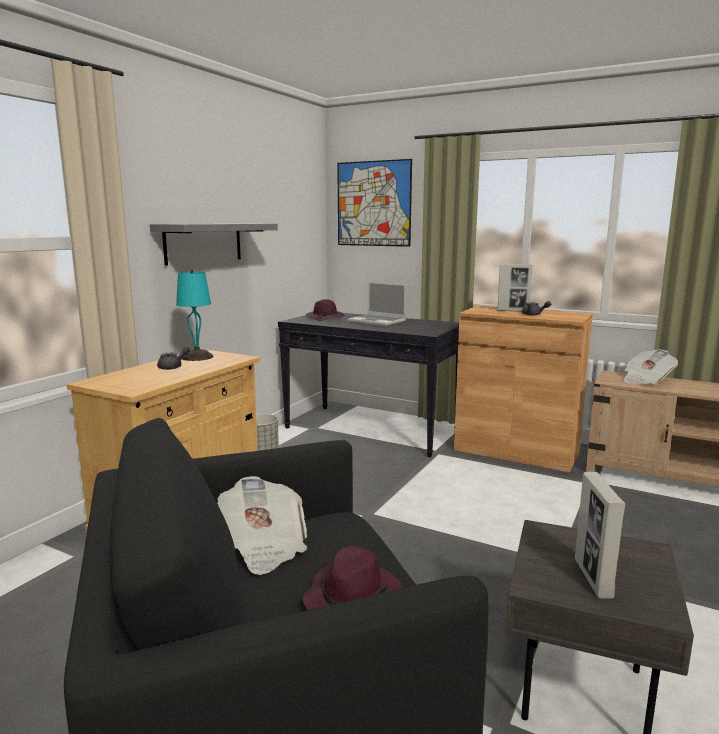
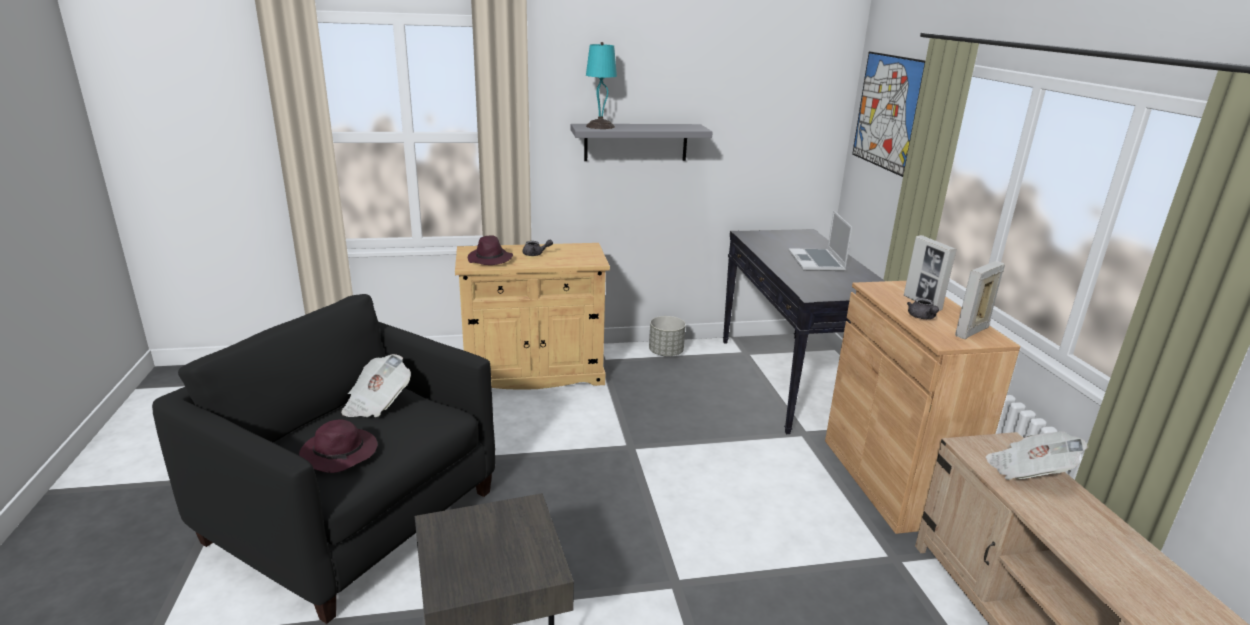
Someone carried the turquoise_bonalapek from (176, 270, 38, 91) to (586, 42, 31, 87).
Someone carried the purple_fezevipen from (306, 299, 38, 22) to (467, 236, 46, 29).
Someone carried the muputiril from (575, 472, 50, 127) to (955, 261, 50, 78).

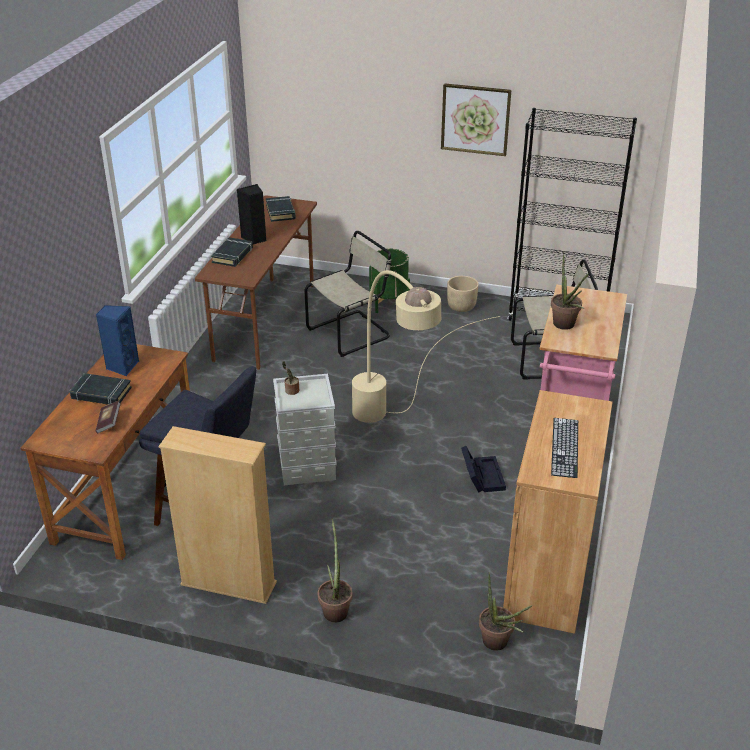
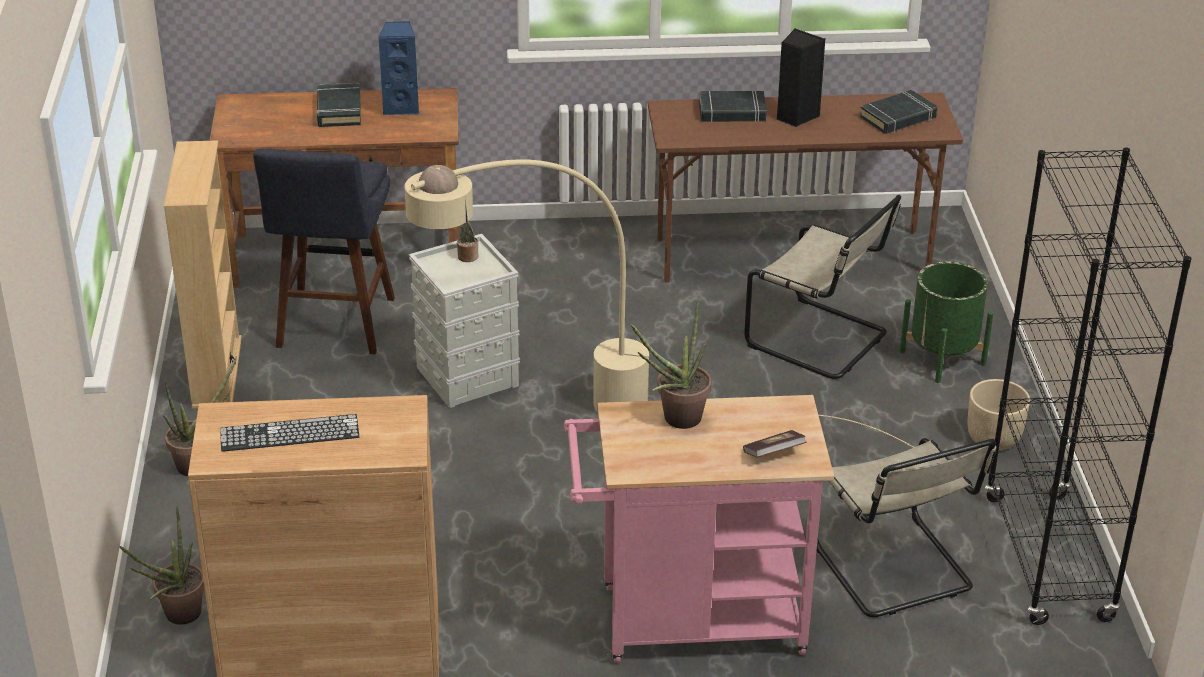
Someone took away the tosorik at (441, 83, 70, 73).
Someone took away the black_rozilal at (461, 446, 45, 47).
Someone carried the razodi from (96, 401, 25, 32) to (743, 430, 64, 27).

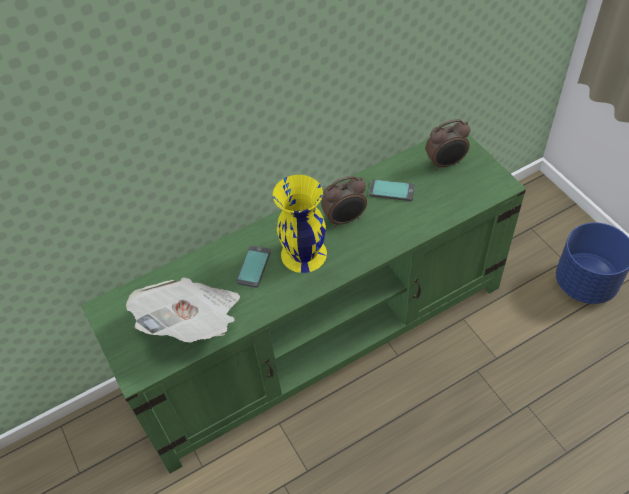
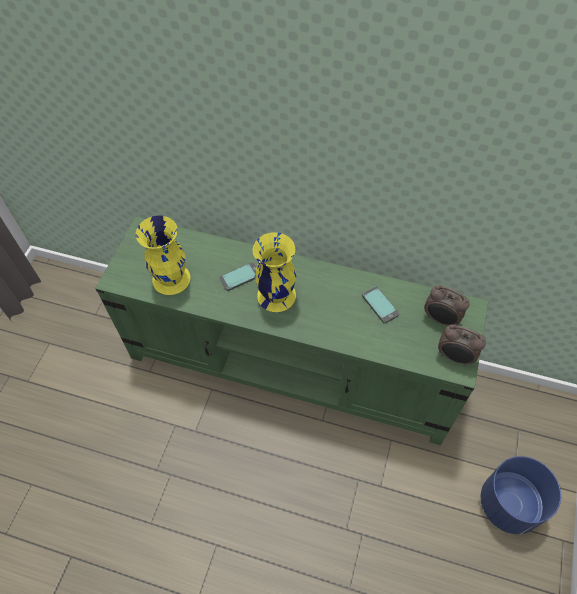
Someone carried the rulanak from (321, 176, 46, 52) to (438, 324, 48, 42).
Someone swapped the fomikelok at (126, 277, 114, 65) for the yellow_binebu at (136, 216, 54, 79).

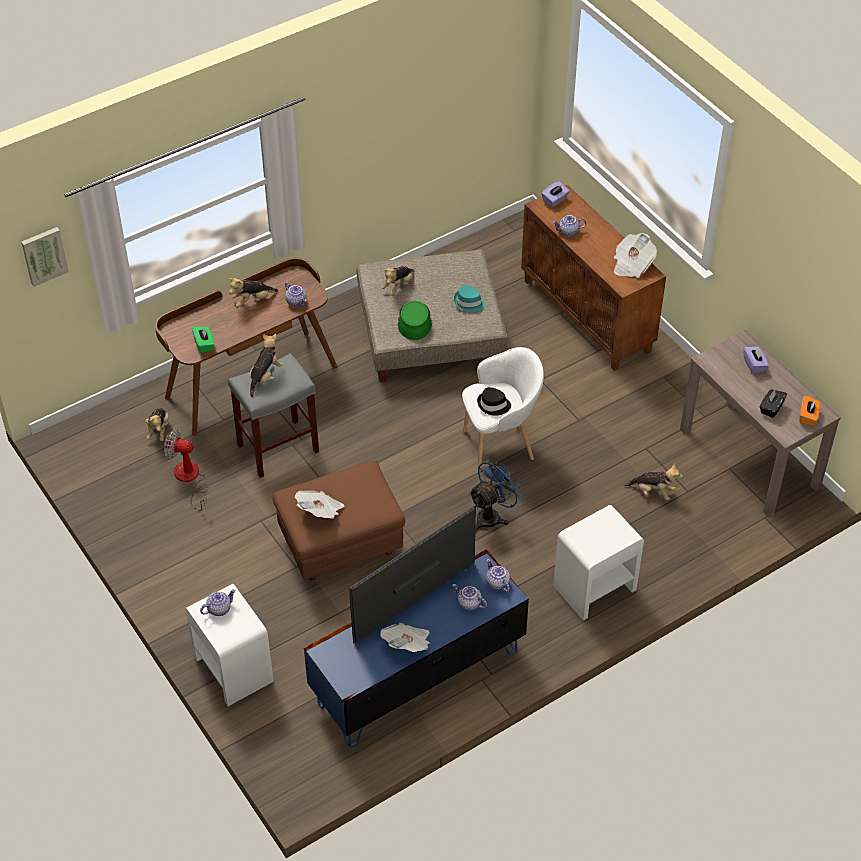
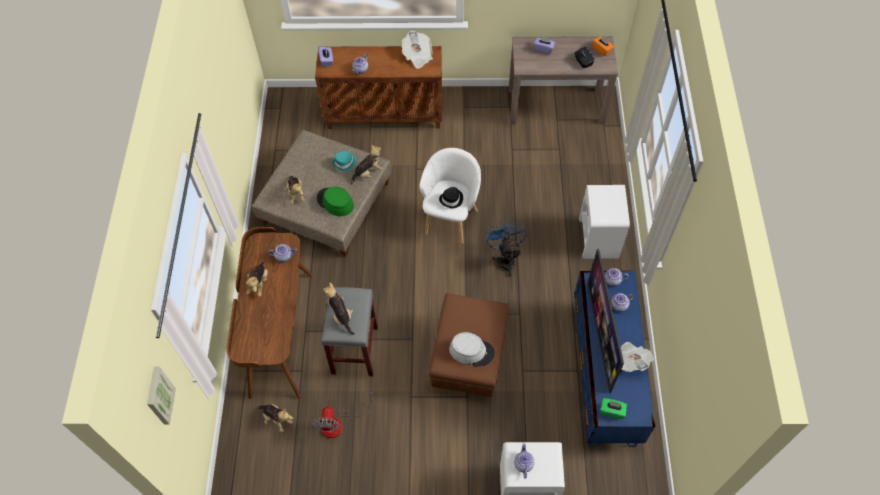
Someone carried the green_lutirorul from (192, 326, 23, 27) to (601, 398, 26, 21).
Someone carried the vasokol from (624, 464, 59, 36) to (350, 145, 33, 40).
Someone swapped the fomikelok at (295, 491, 49, 28) for the grey_fezevipen at (449, 332, 46, 35).
Someone rotated the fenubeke at (164, 429, 44, 82) by 45 degrees counterclockwise.

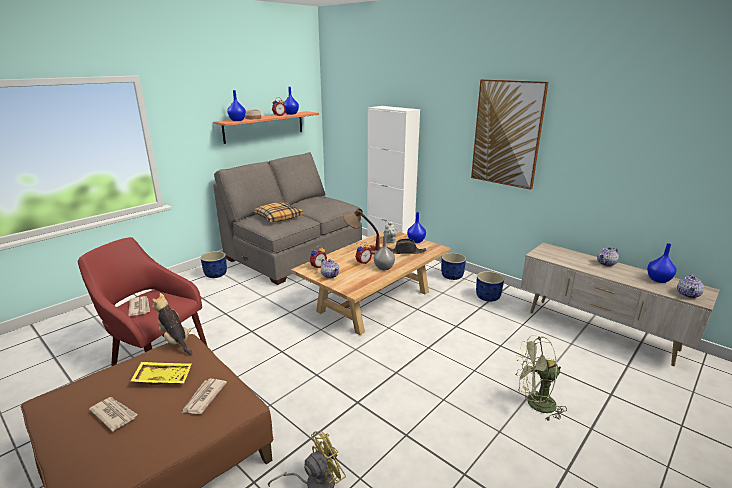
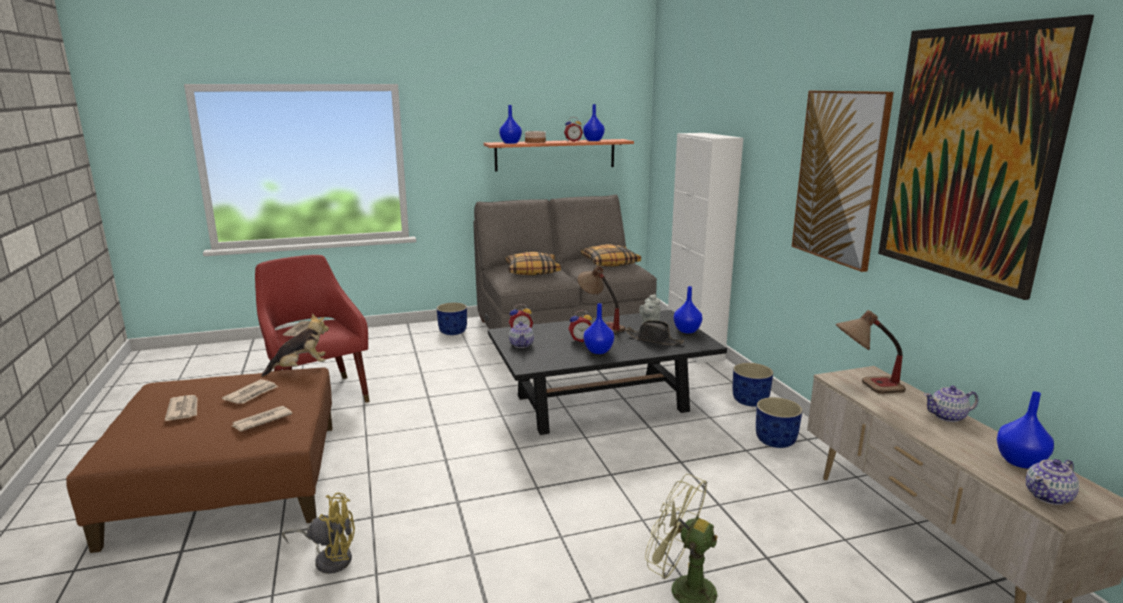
Someone put down the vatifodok at (581, 244, 60, 23).
Someone put down the bonalapek at (835, 310, 71, 84).
Someone put up the tosorik at (878, 15, 216, 285).
Someone swapped the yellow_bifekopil at (131, 362, 60, 23) for the fomikelok at (222, 379, 56, 25).
Someone repainted the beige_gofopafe at (291, 231, 160, 104), which became the black_gofopafe at (488, 310, 239, 125).
Someone repainted the grey_binebu at (374, 235, 21, 35), which became the blue_binebu at (584, 303, 30, 51).
Someone rotated the vasokol at (152, 293, 40, 62) by 75 degrees clockwise.

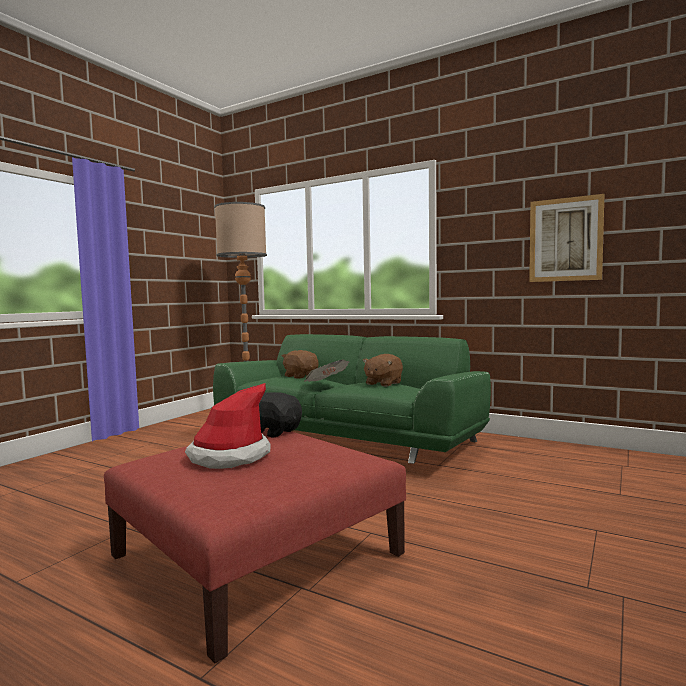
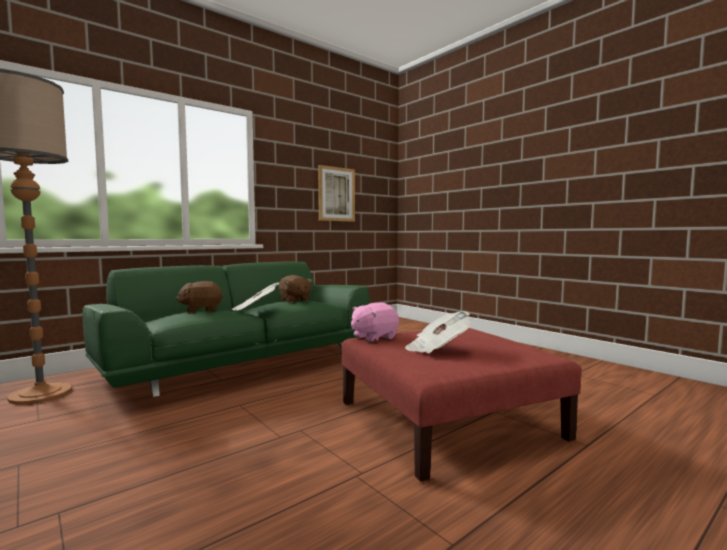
Someone swapped the fezevipen at (185, 383, 85, 86) for the fomikelok at (405, 311, 66, 42).
Someone repainted the black_vasokol at (259, 392, 43, 45), which became the pink_vasokol at (351, 302, 48, 40).

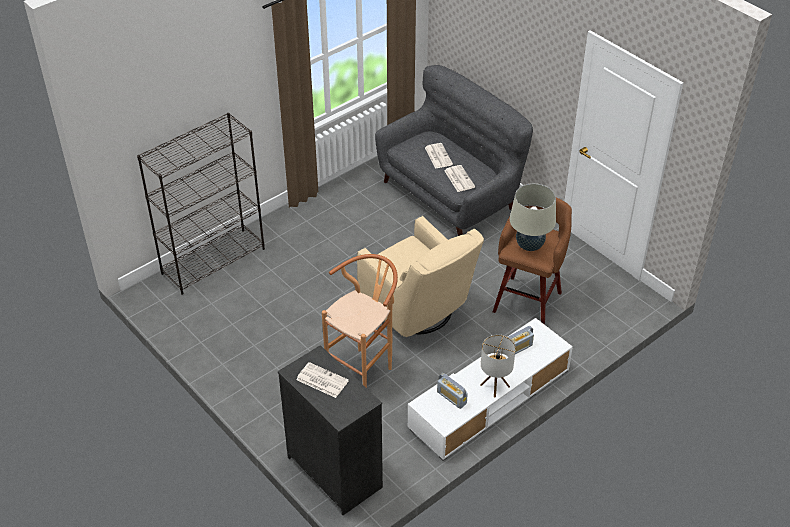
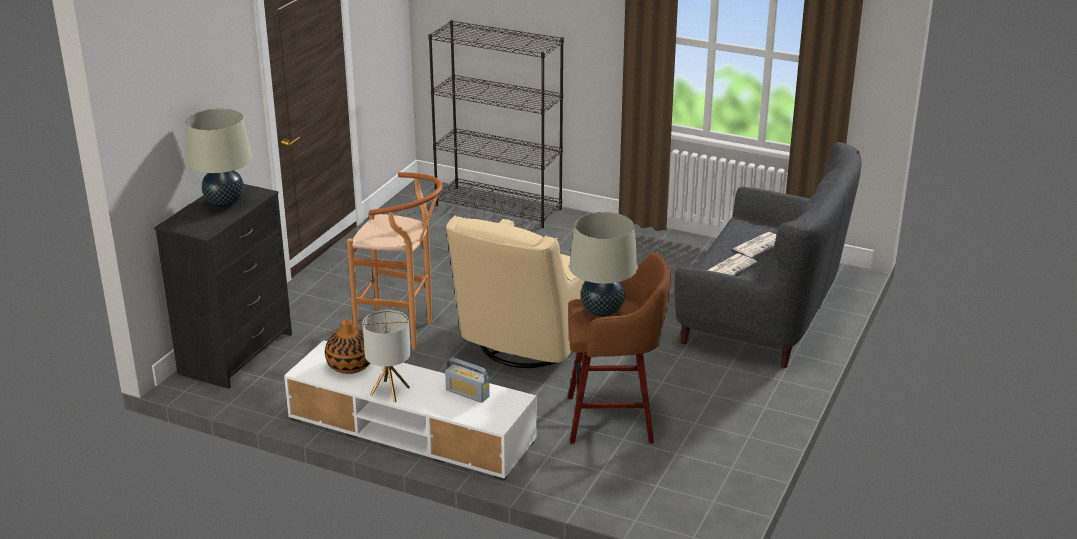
Someone swapped the fomikelok at (296, 362, 53, 36) for the beige_bonalapek at (186, 108, 66, 99).
Someone swapped the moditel at (437, 373, 31, 36) for the binebu at (325, 319, 45, 55).

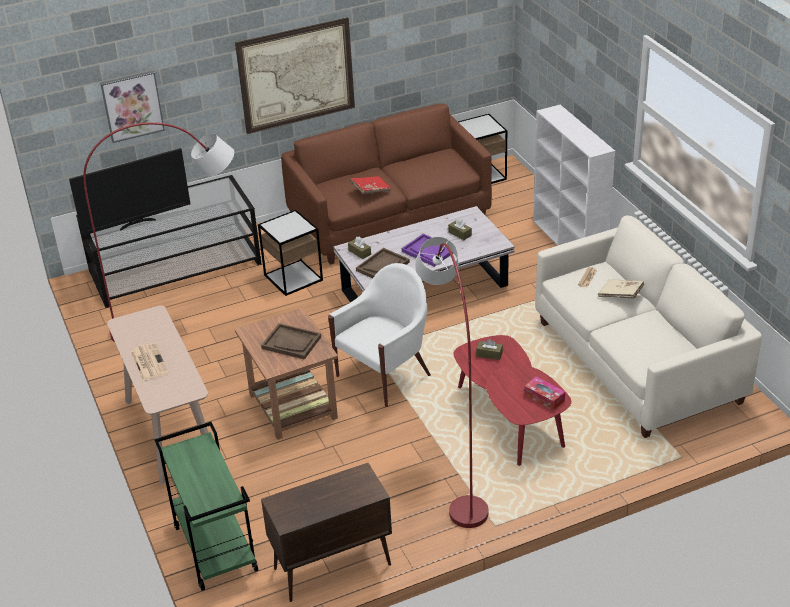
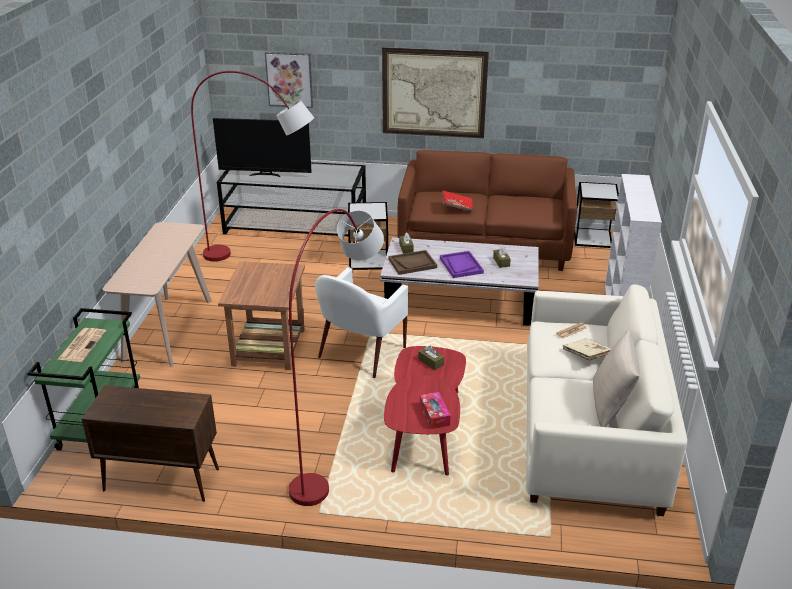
Someone took away the brown_bifekopil at (261, 323, 60, 37).
Someone put down the beige_vatifodok at (593, 330, 47, 97).
Someone carried the fomikelok from (131, 343, 38, 39) to (57, 328, 49, 34).
Someone rotated the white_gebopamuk at (328, 263, 103, 144) by 135 degrees clockwise.

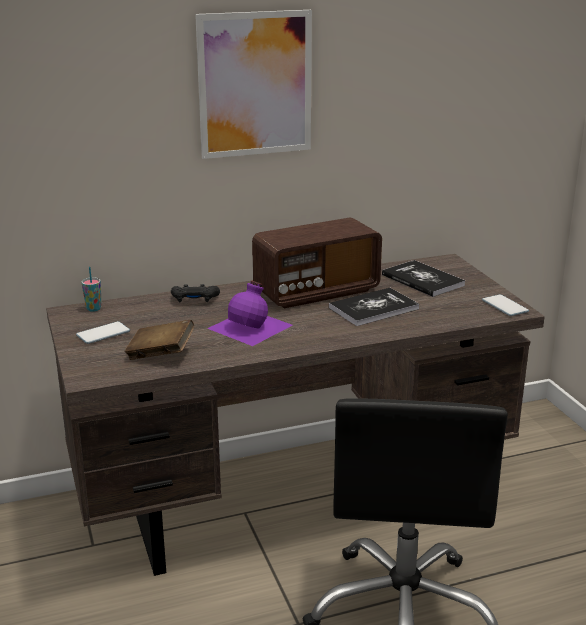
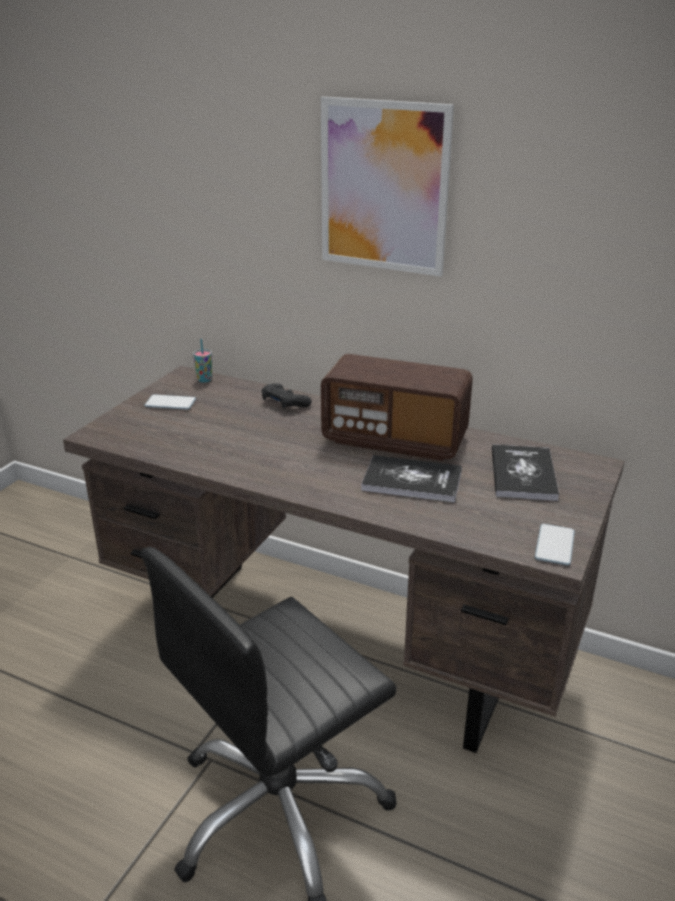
Someone took away the brown_razodi at (125, 320, 69, 40).
Someone took away the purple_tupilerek at (207, 281, 86, 65).

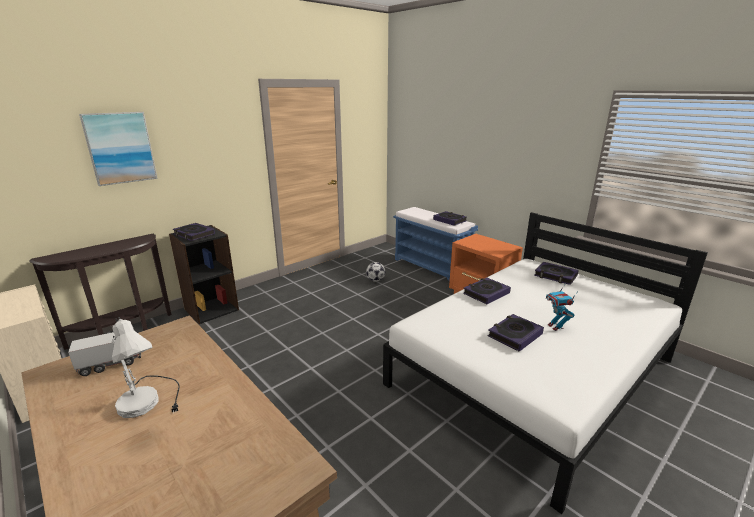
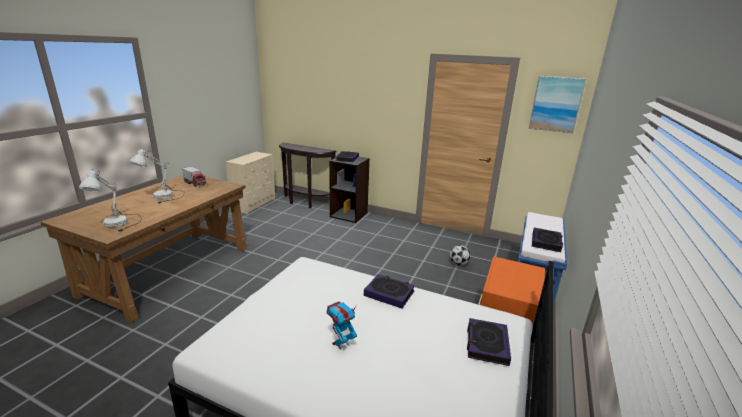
Someone took away the razodi at (488, 314, 56, 38).
Someone put down the white_bonalapek at (79, 169, 63, 63).
Someone carried the tosorik from (79, 112, 79, 74) to (529, 75, 57, 58).

